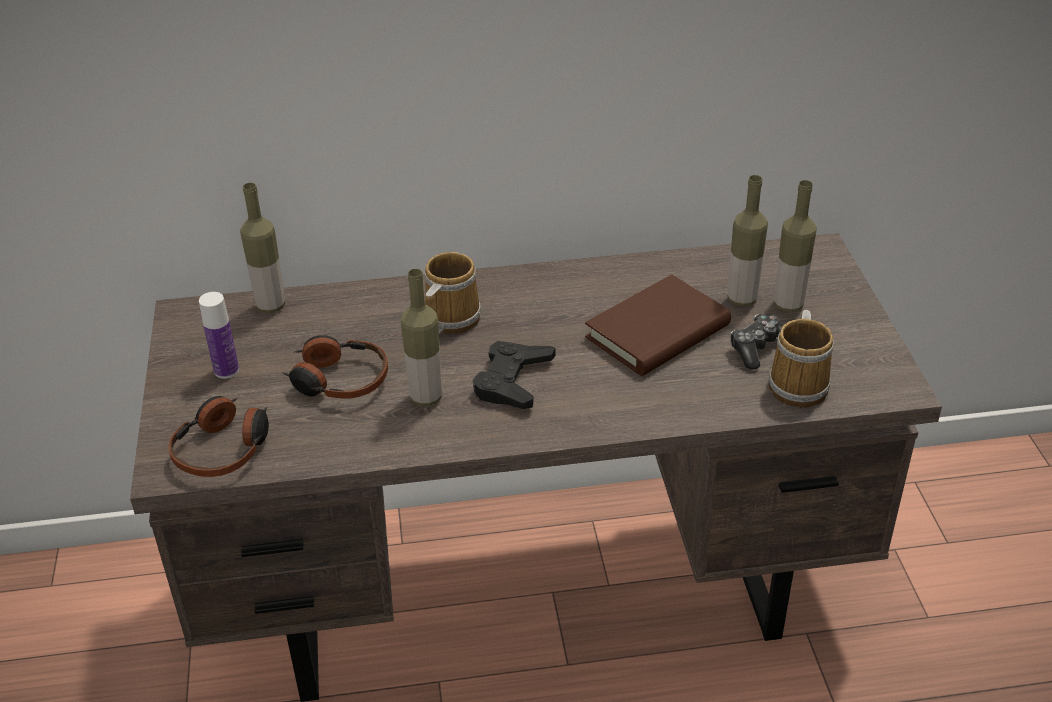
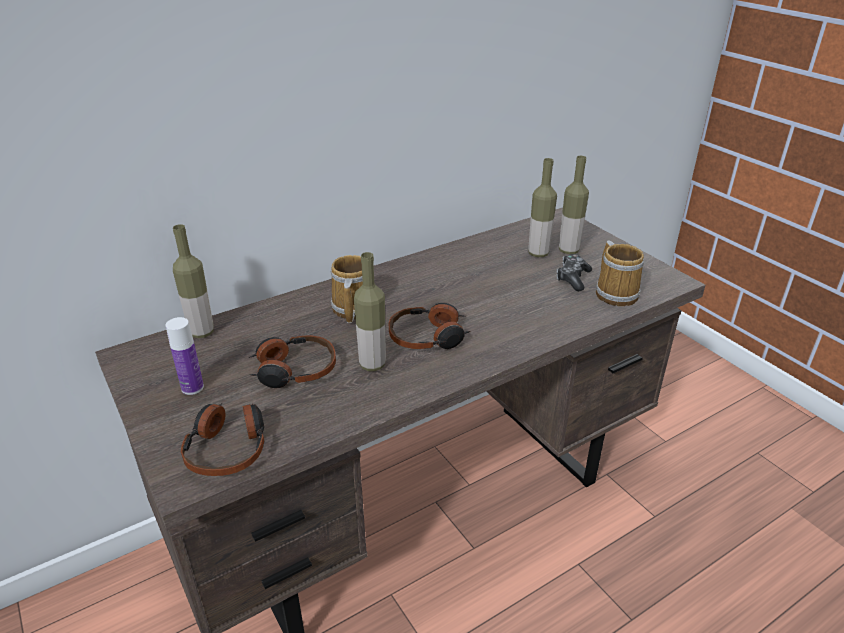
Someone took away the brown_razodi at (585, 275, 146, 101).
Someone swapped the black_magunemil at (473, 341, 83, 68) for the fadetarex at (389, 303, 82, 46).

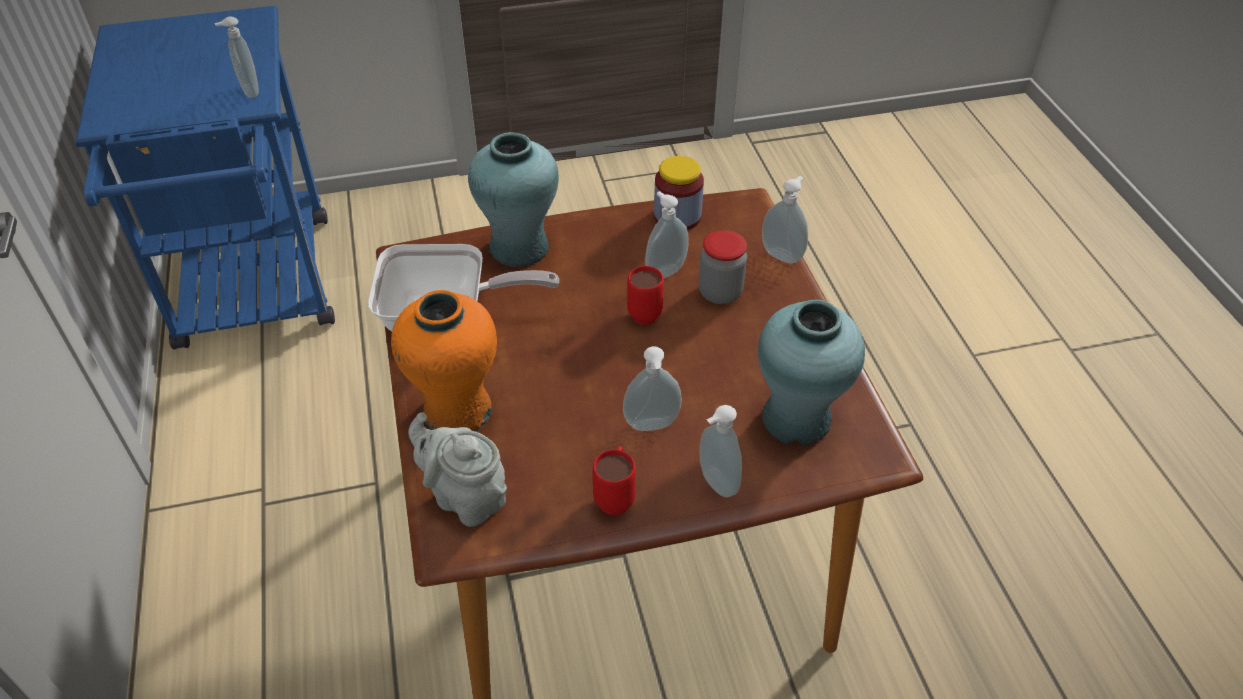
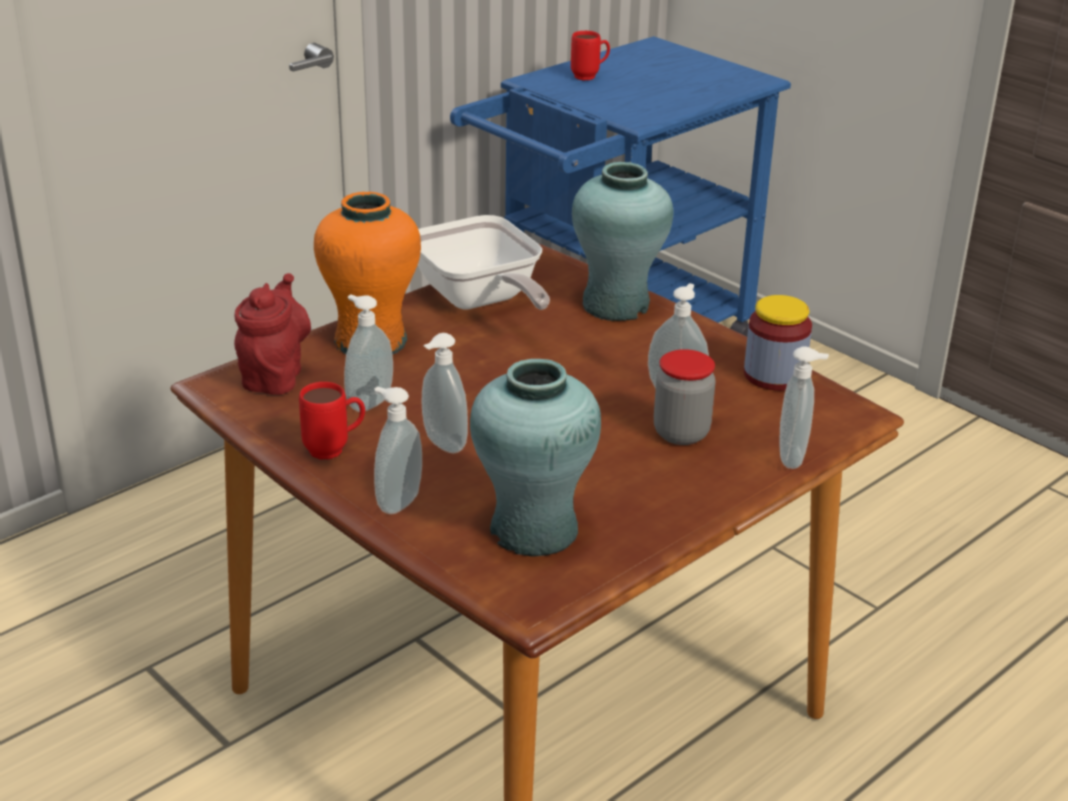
Someone carried the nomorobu from (215, 16, 44, 82) to (344, 294, 49, 118).
Someone carried the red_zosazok from (627, 266, 37, 59) to (571, 31, 39, 49).
Someone repainted the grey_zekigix at (408, 412, 99, 115), which became the red_zekigix at (234, 273, 77, 122).

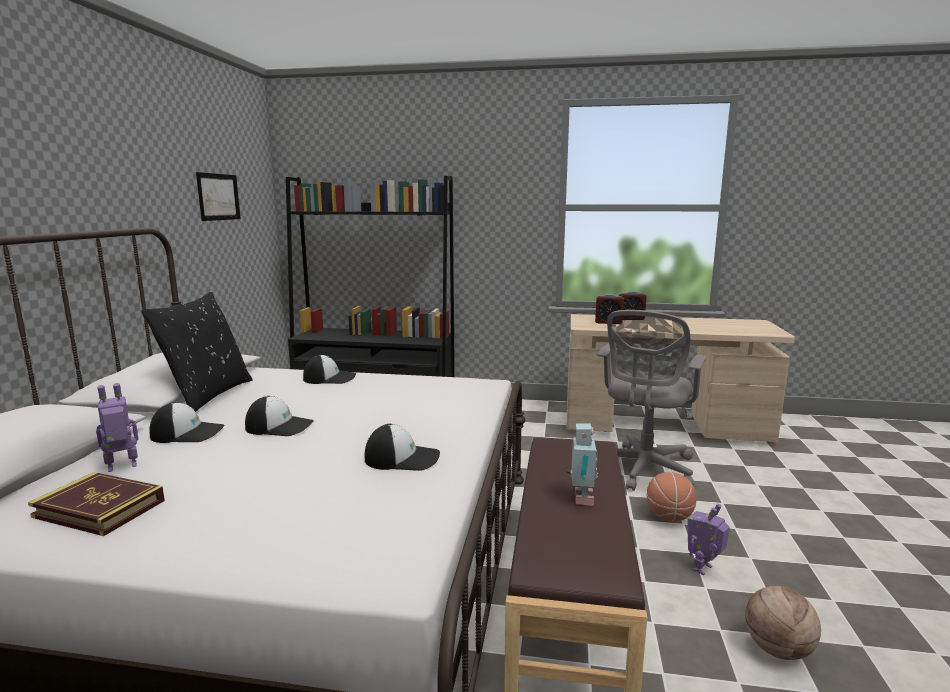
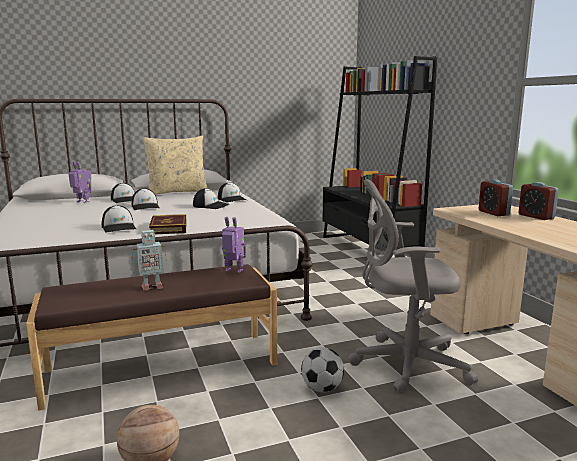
Someone took away the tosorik at (196, 172, 45, 49).
Someone put down the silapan at (193, 188, 36, 21).
Someone carried the razodi from (28, 472, 137, 64) to (149, 214, 38, 20).
Someone carried the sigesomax from (688, 504, 42, 71) to (222, 217, 24, 56).
Someone swapped the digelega at (647, 472, 50, 50) for the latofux at (301, 347, 43, 45).
Someone repainted the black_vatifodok at (141, 292, 111, 120), which became the beige_vatifodok at (143, 136, 65, 59).

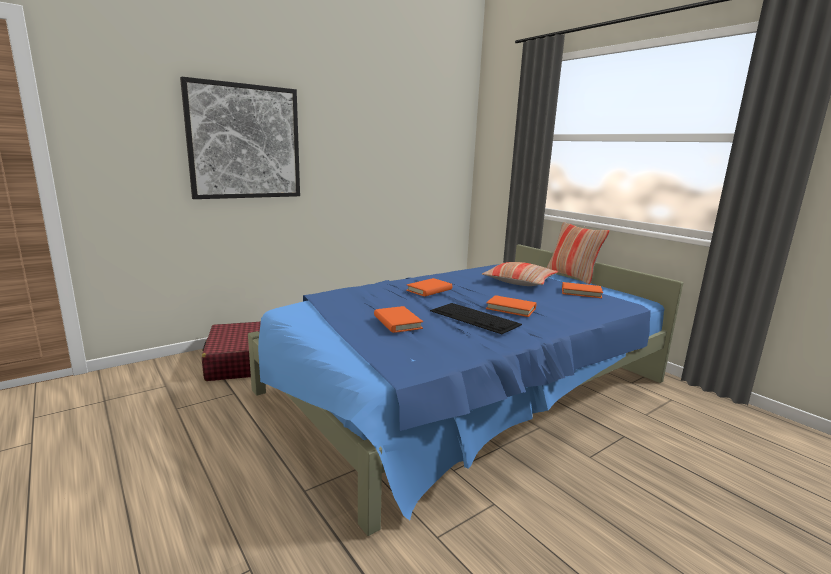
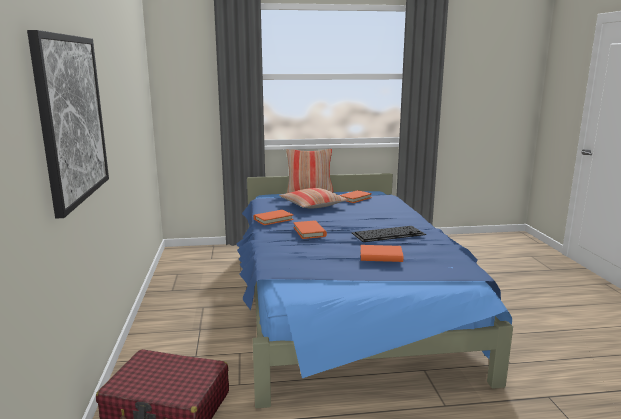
Someone carried the orange_razodi from (486, 295, 51, 22) to (253, 210, 41, 15).

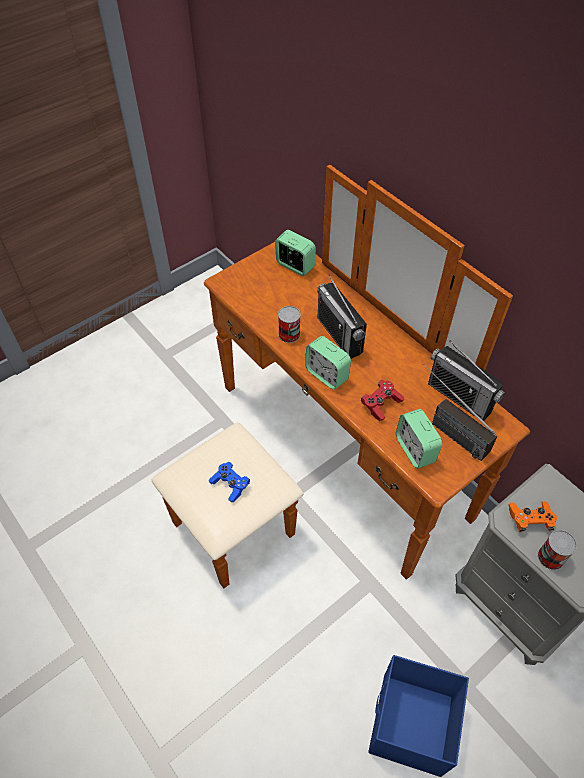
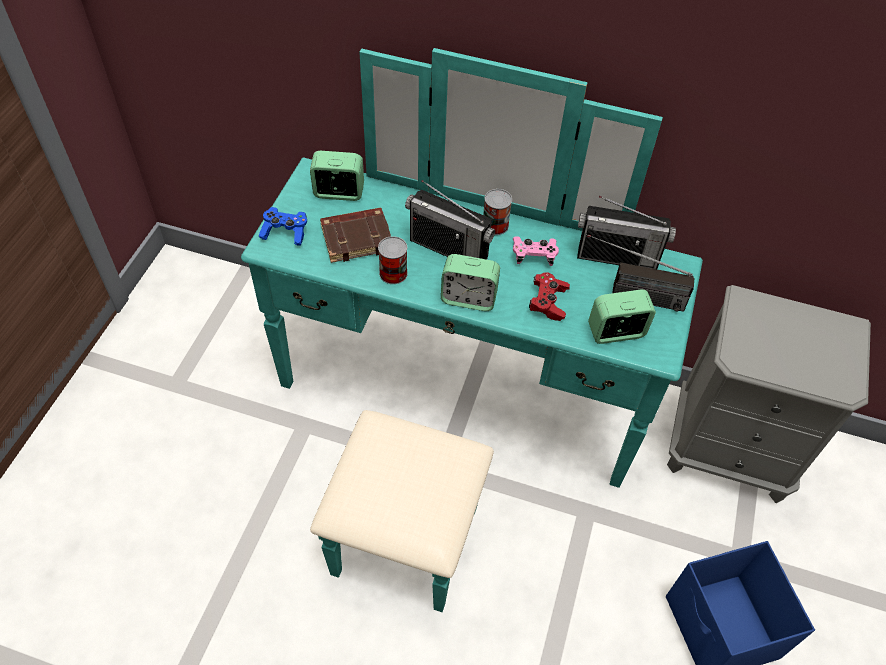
Someone took away the orange_magunemil at (508, 501, 49, 31).
Someone put down the brown_razodi at (320, 208, 71, 55).
Someone put down the pink_magunemil at (513, 236, 46, 30).
Someone carried the blue_magunemil from (209, 462, 41, 40) to (259, 207, 48, 39).
Someone carried the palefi from (538, 530, 39, 40) to (483, 189, 29, 46).
Someone repainted the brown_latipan at (152, 165, 378, 423), which became the turquoise_latipan at (241, 48, 462, 564).
Someone rotated the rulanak at (396, 409, 46, 60) by 135 degrees clockwise.

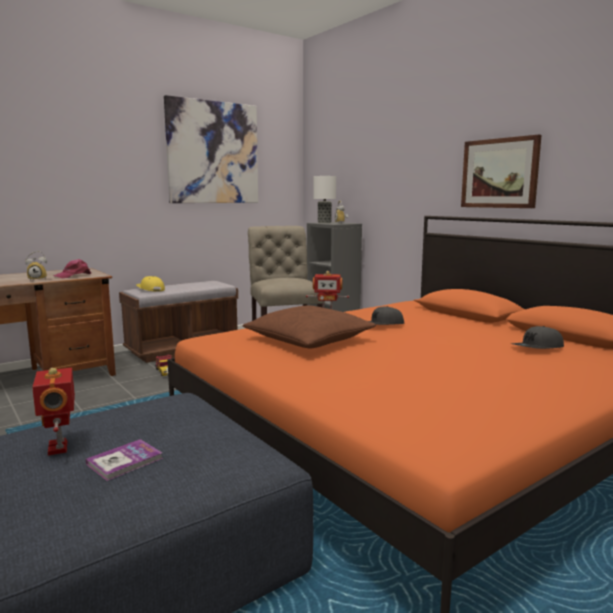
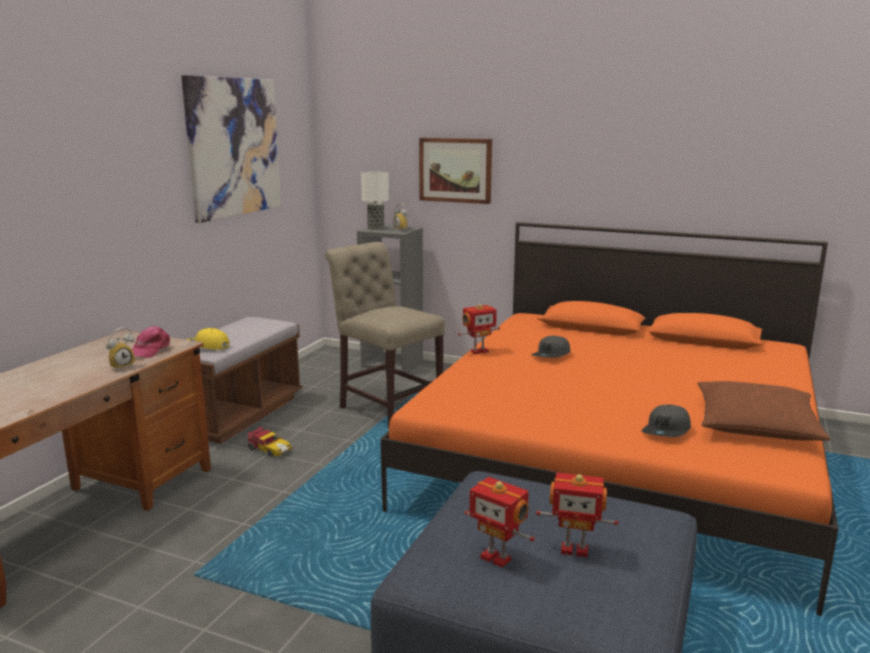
Someone carried the brown_vatifodok from (243, 305, 133, 43) to (697, 381, 133, 60).
Someone carried the tosorik from (461, 135, 81, 73) to (419, 138, 73, 66).
Someone carried the grey_silapan from (512, 326, 52, 23) to (642, 405, 49, 32).
Someone swapped the razodi at (86, 439, 77, 42) for the sigesomax at (536, 473, 82, 84).

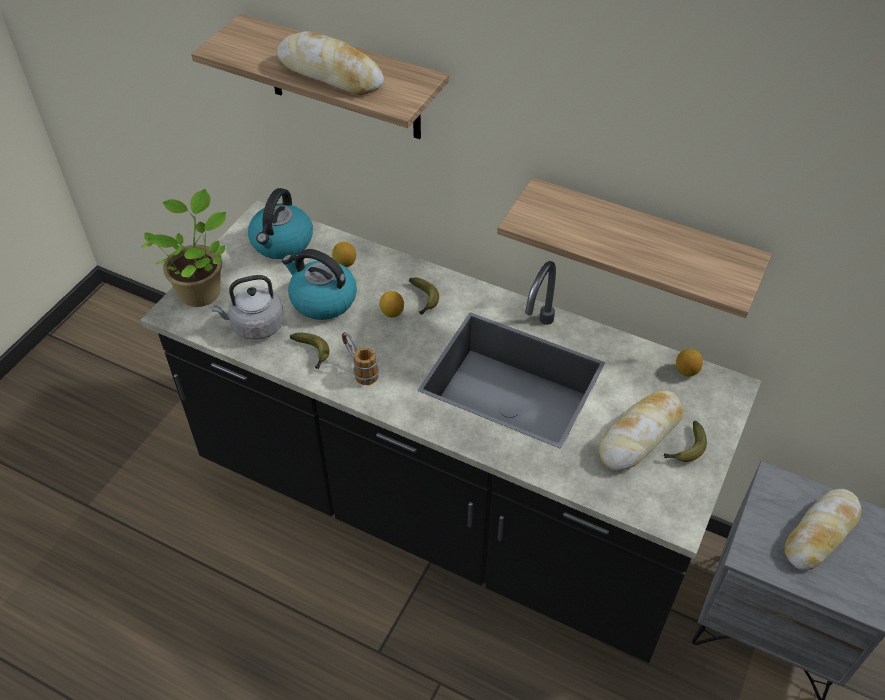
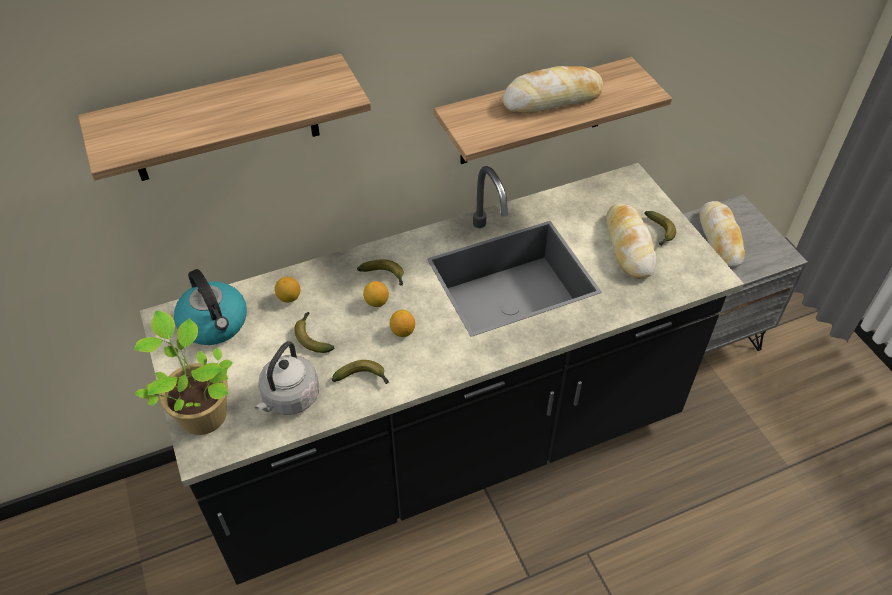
Someone took away the zosazok at (342, 332, 37, 53).
Someone carried the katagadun from (277, 31, 107, 64) to (502, 66, 101, 47).
Someone carried the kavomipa from (676, 349, 27, 28) to (390, 310, 25, 27).
Someone swapped the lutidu at (282, 249, 75, 71) for the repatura at (294, 312, 41, 41).

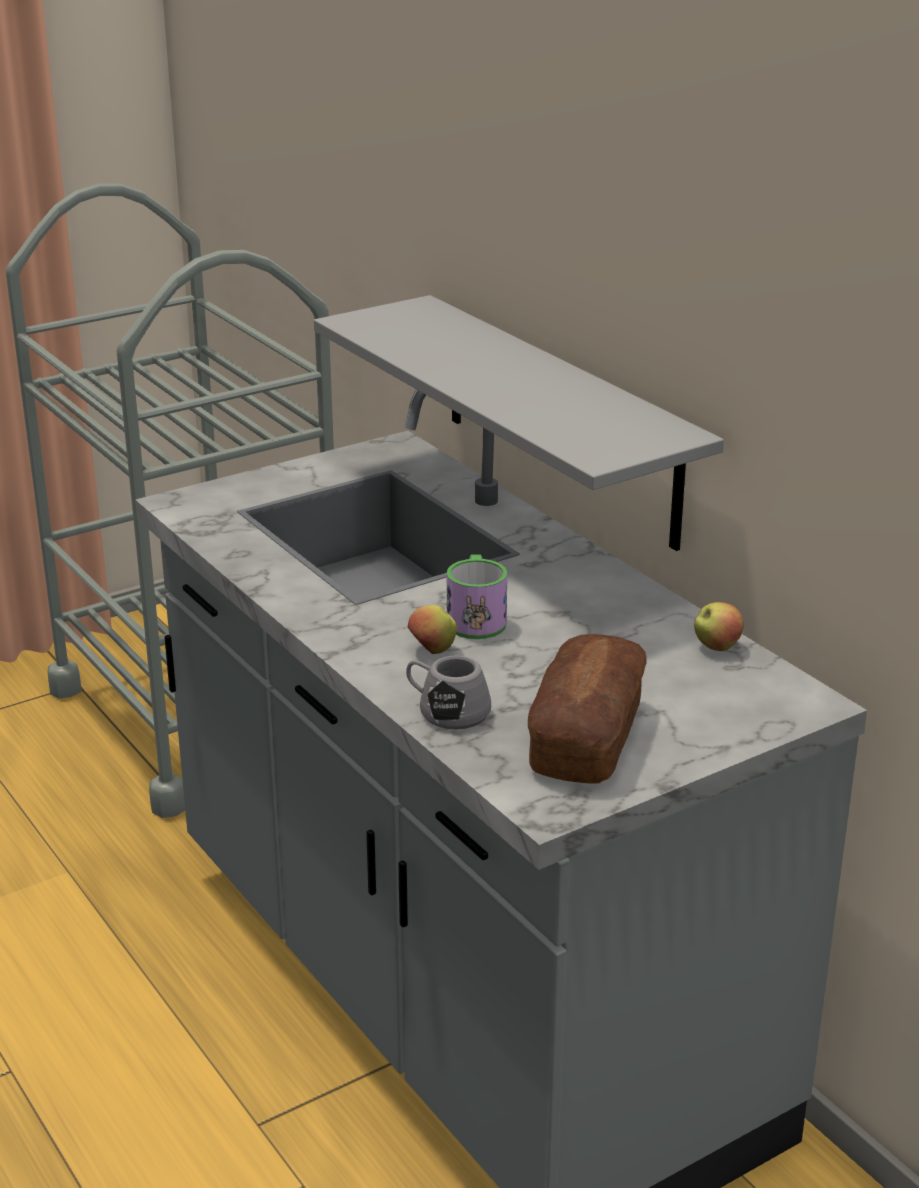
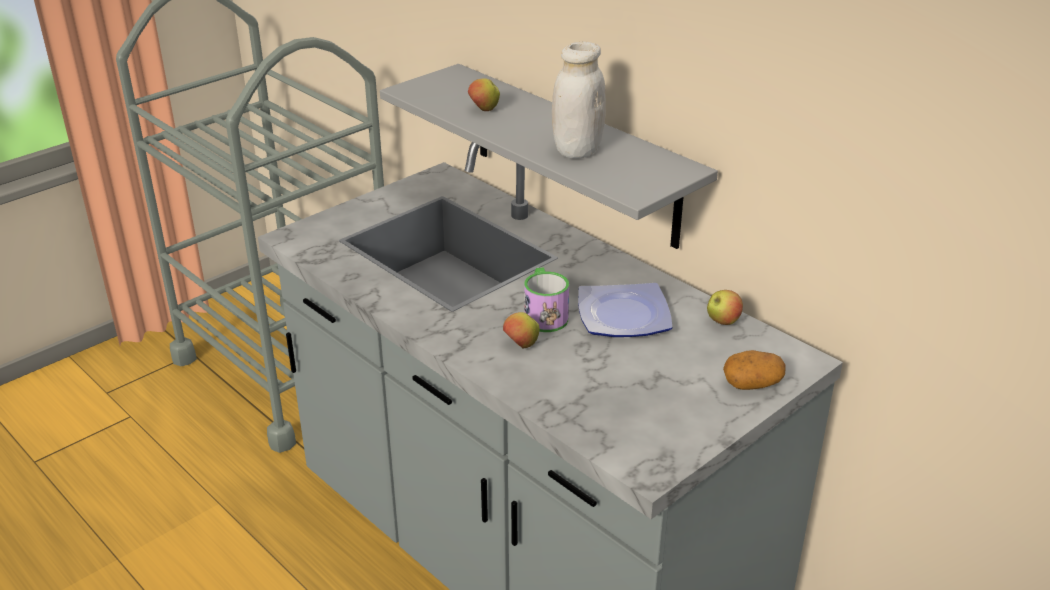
Someone took away the grey_zosazok at (406, 656, 85, 73).
Someone took away the katagadun at (528, 634, 118, 150).
Someone put down the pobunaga at (468, 78, 32, 33).
Someone put down the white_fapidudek at (552, 42, 54, 116).
Someone put down the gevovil at (578, 283, 94, 54).
Someone put down the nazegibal at (723, 350, 63, 40).

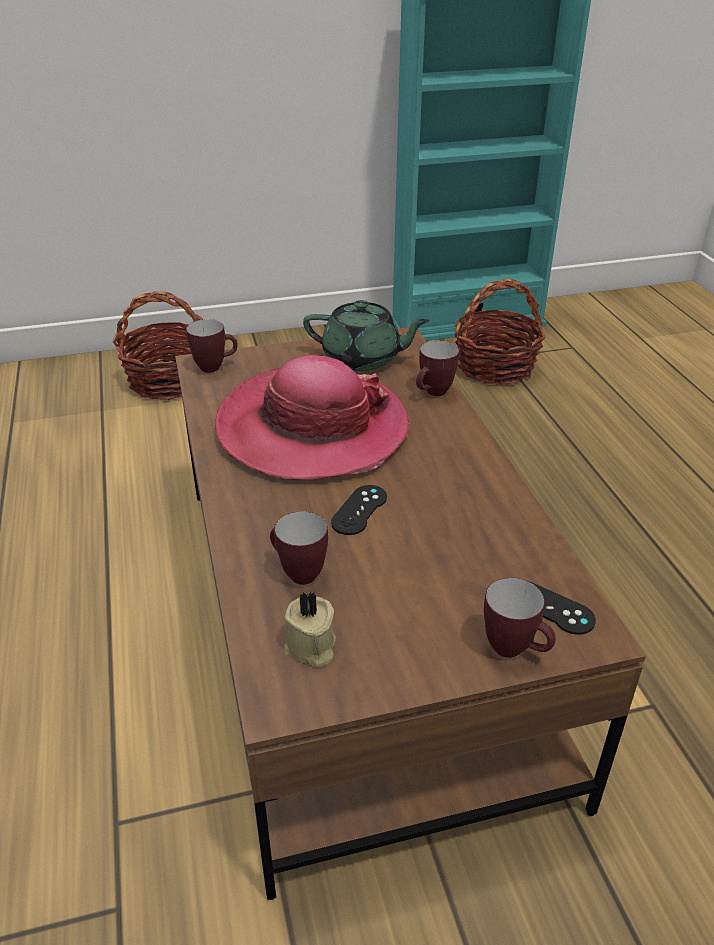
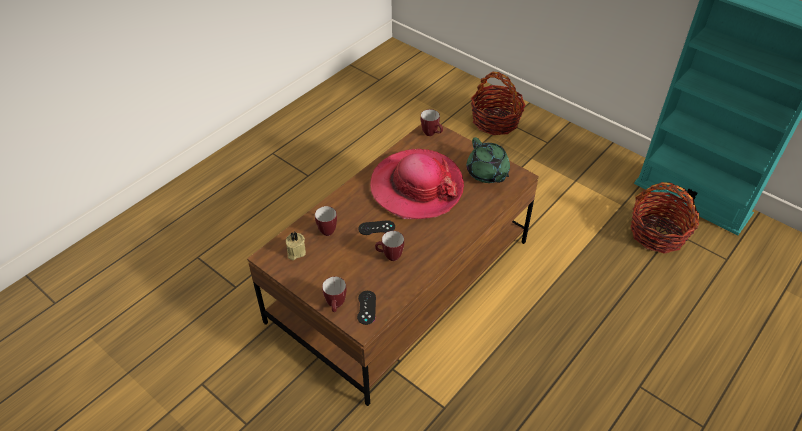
Someone carried the zosazok from (416, 340, 43, 56) to (375, 231, 29, 30).

